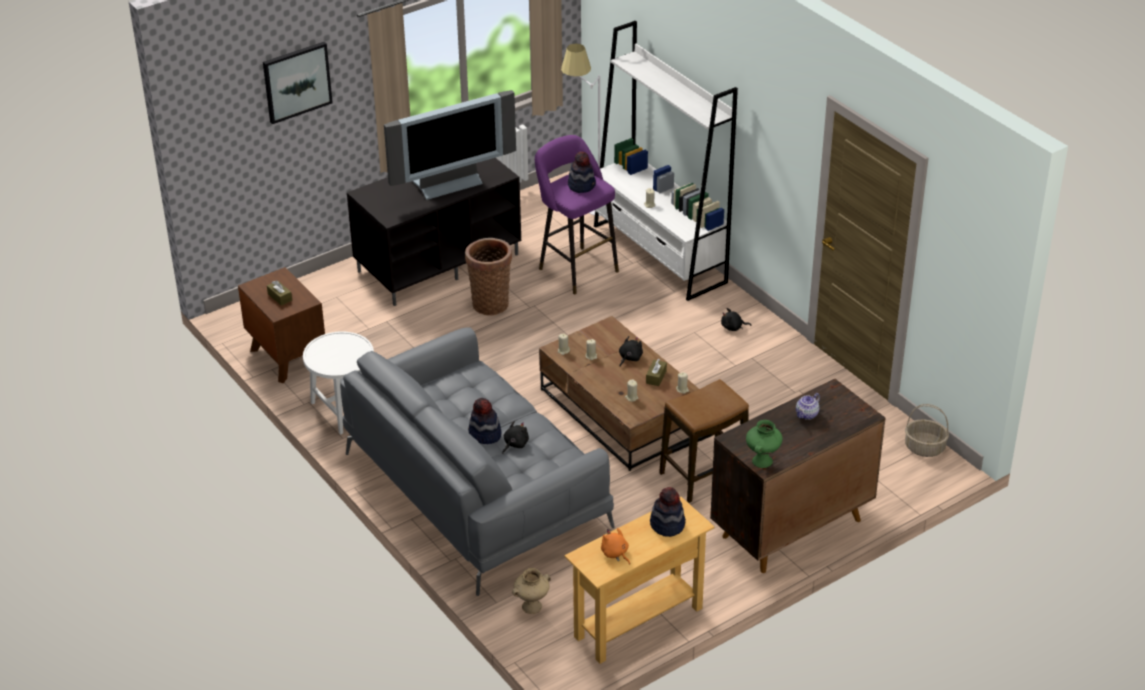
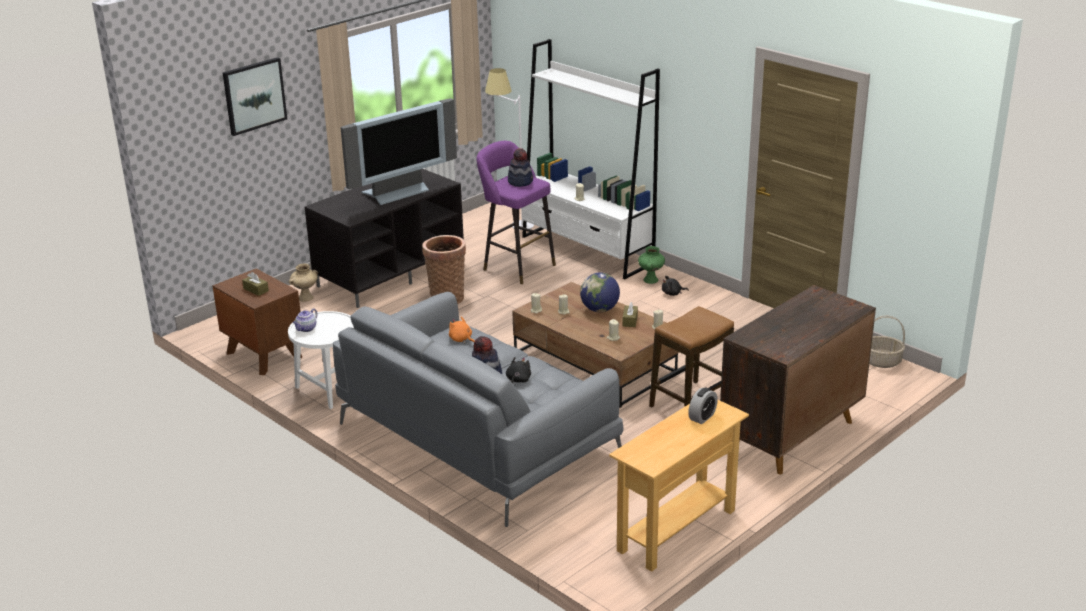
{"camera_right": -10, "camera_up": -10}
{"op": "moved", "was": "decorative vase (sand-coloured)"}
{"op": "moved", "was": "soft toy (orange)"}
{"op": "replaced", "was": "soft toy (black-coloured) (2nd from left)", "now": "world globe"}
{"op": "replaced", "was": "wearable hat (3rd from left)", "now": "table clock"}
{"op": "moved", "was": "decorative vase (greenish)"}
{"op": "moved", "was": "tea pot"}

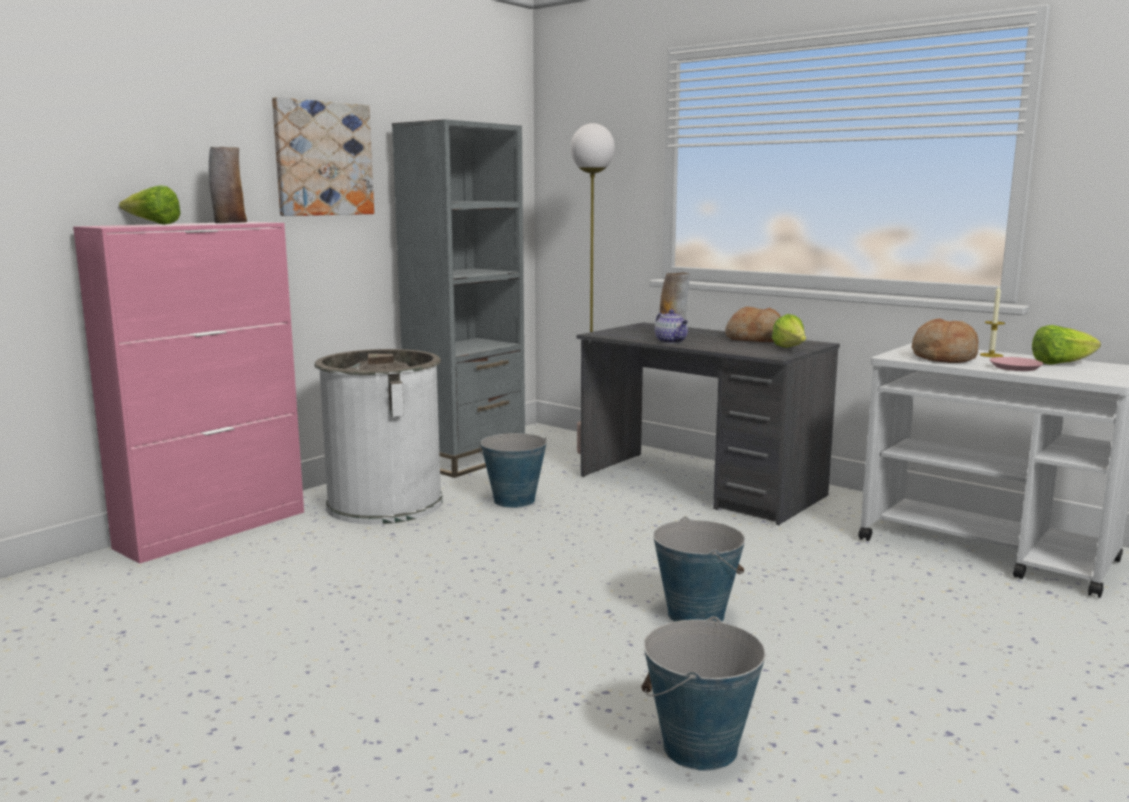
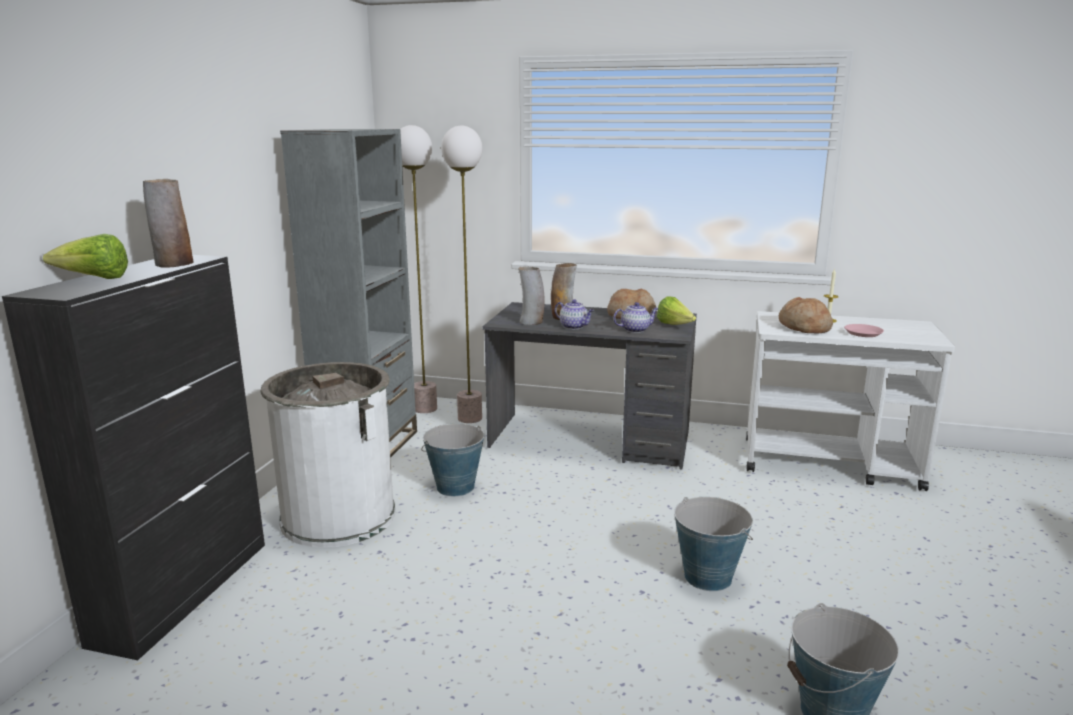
{"camera_right": -25, "camera_up": 5}
{"op": "recoloured", "was": "storage cabinet (pinkish)", "now": "storage cabinet (black-coloured)"}
{"op": "removed", "was": "wall art"}
{"op": "removed", "was": "lettuce head (3rd from left)"}
{"op": "added", "now": "floor lamp (1st from left)"}
{"op": "added", "now": "decorative vase (2nd from left)"}
{"op": "added", "now": "tea pot (2nd from left)"}

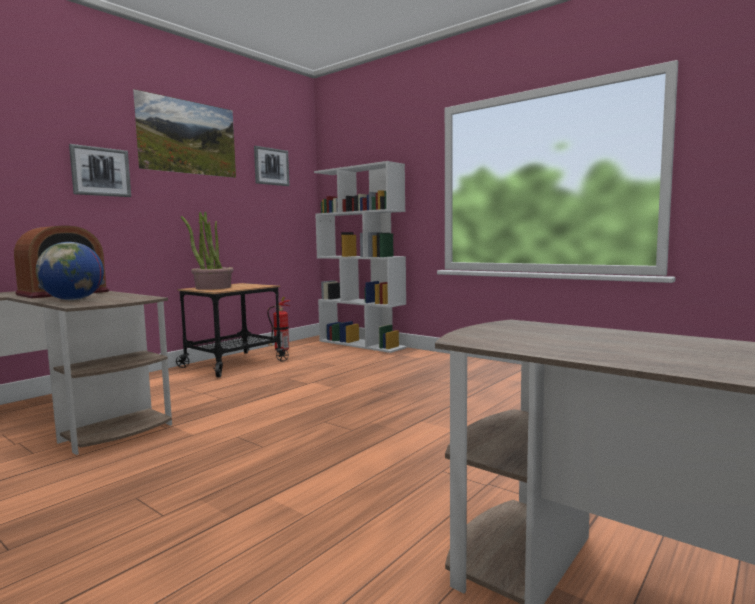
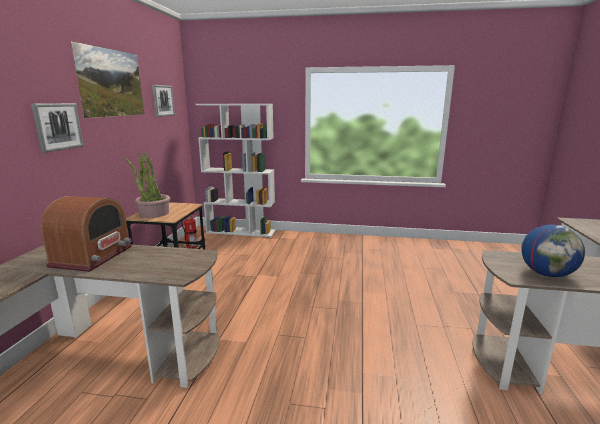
{"camera_right": -30, "camera_up": 10}
{"op": "moved", "was": "world globe"}

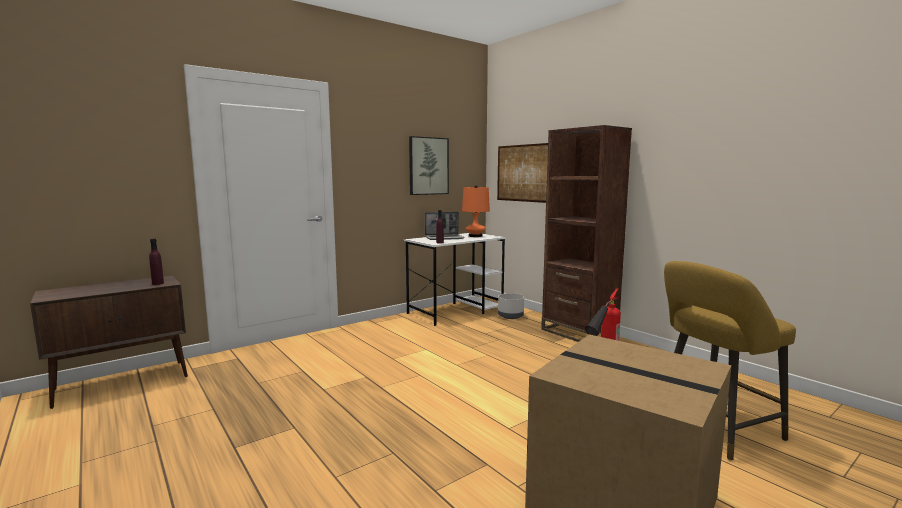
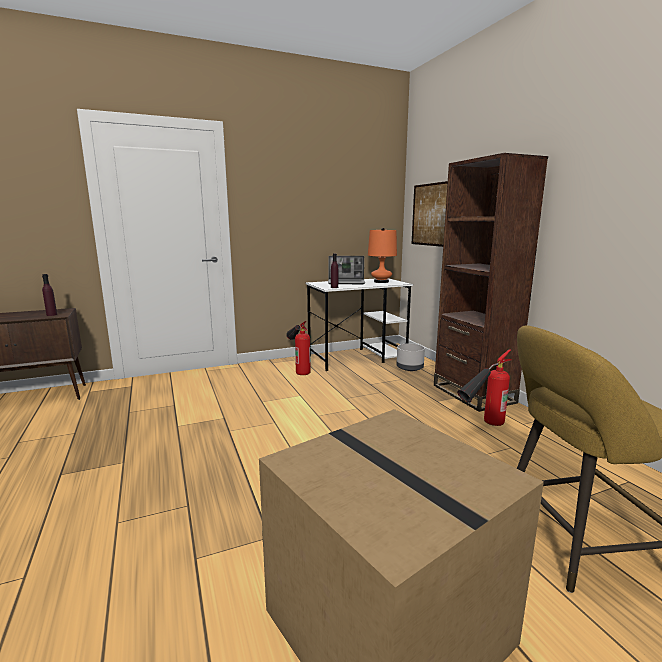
{"camera_right": 15, "camera_up": 5}
{"op": "removed", "was": "wall art (1st from left)"}
{"op": "added", "now": "fire-fighting cylinder (1st from left)"}

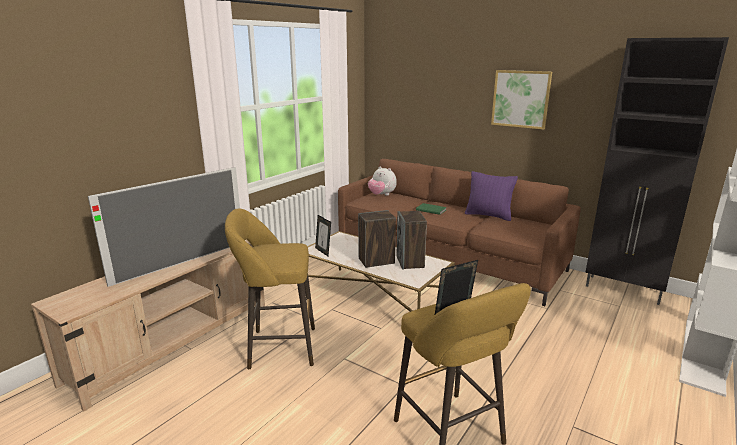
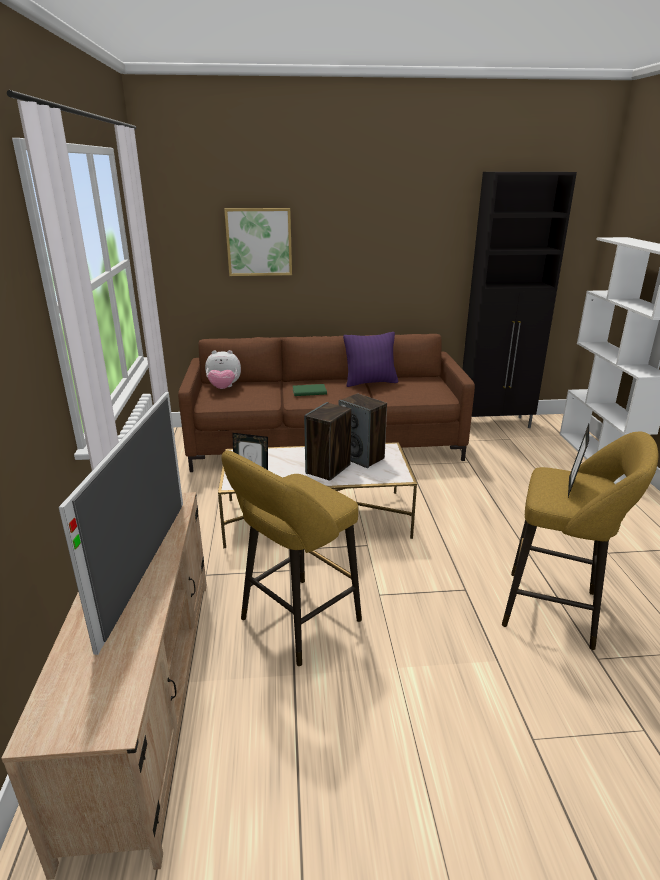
{"camera_right": -40, "camera_up": 5}
{"op": "moved", "was": "wall art"}

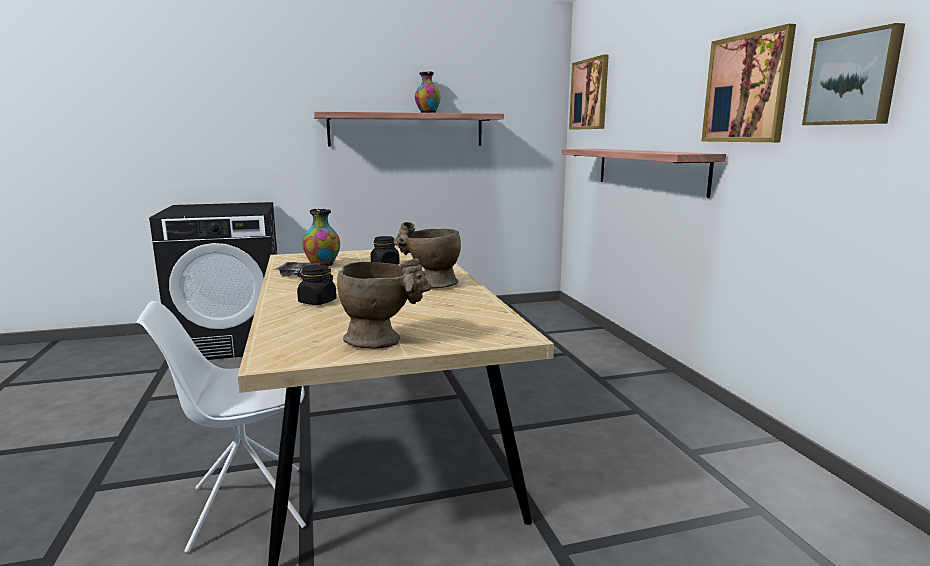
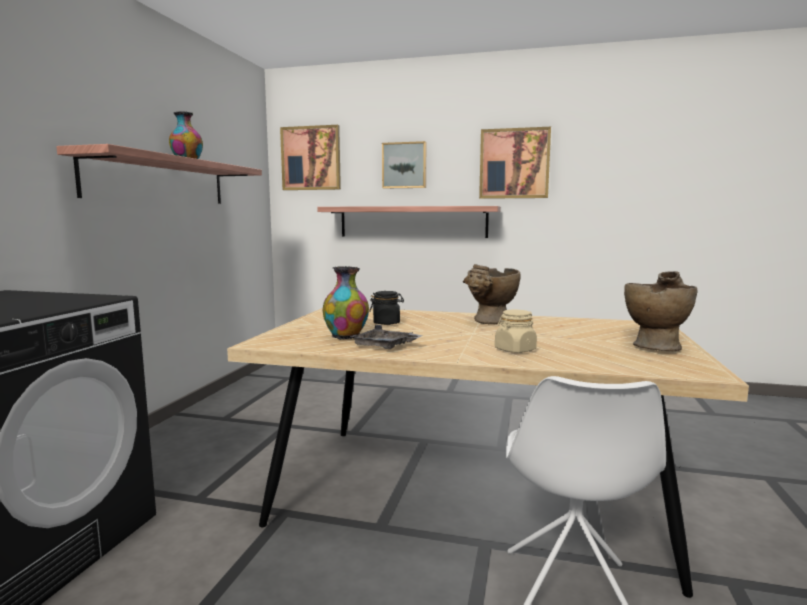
{"camera_right": -60, "camera_up": -5}
{"op": "recoloured", "was": "preserve jar (black-coloured) (1st from left)", "now": "preserve jar (sand-coloured)"}
{"op": "moved", "was": "wall art (3rd from left in the first image)", "now": "wall art (2nd from left)"}

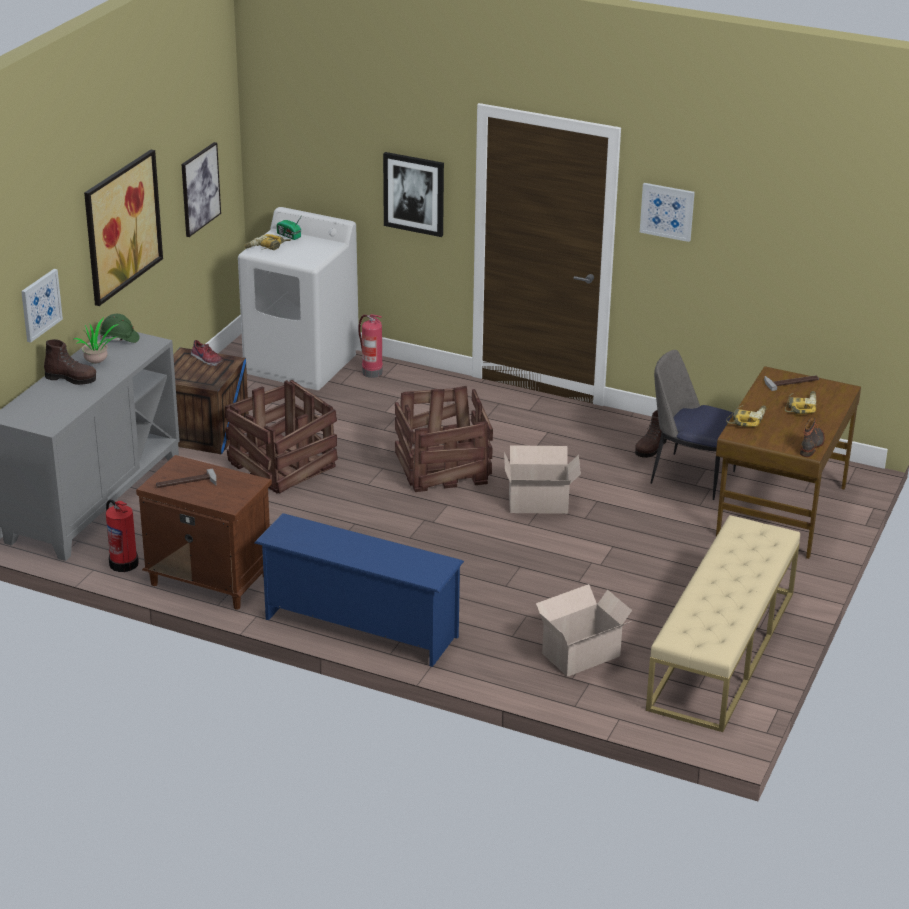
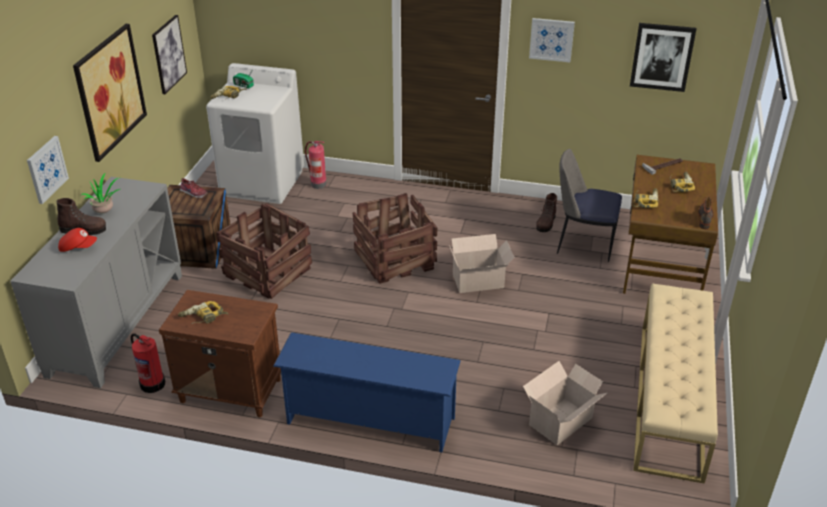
{"camera_right": -10, "camera_up": 5}
{"op": "removed", "was": "work helmet (greenish)"}
{"op": "replaced", "was": "tool hammer (1st from left)", "now": "electric drill (1st from left)"}
{"op": "moved", "was": "wall art (4th from left in the first image)", "now": "wall art (5th from left)"}
{"op": "added", "now": "cap (red)"}

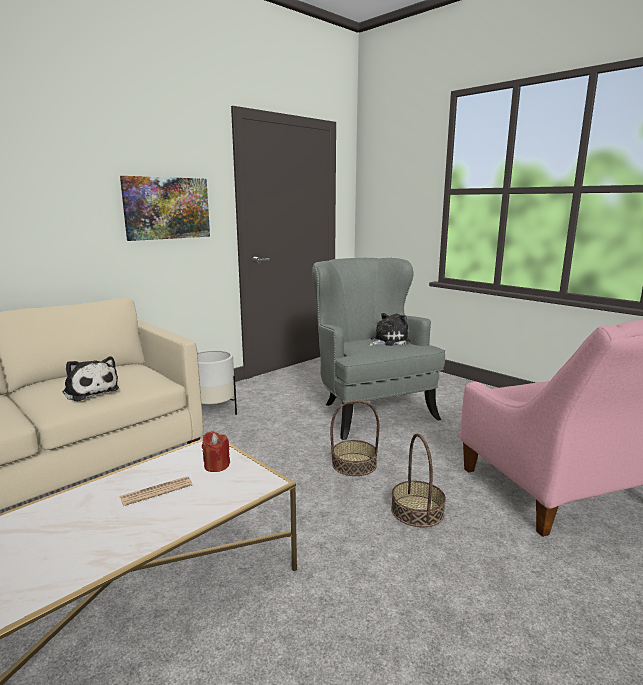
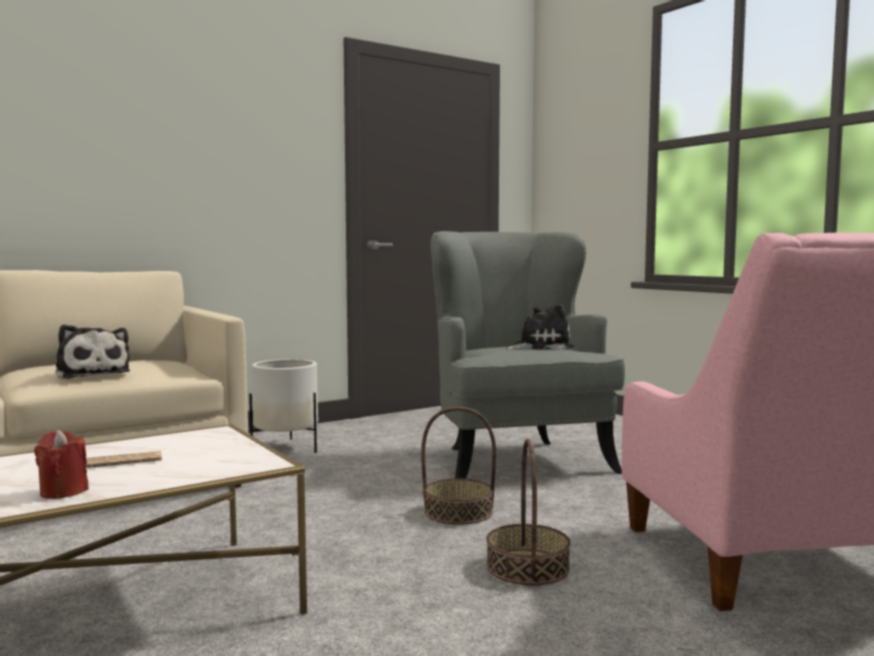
{"camera_right": 10, "camera_up": -10}
{"op": "removed", "was": "wall art"}
{"op": "moved", "was": "wax candle (red)"}

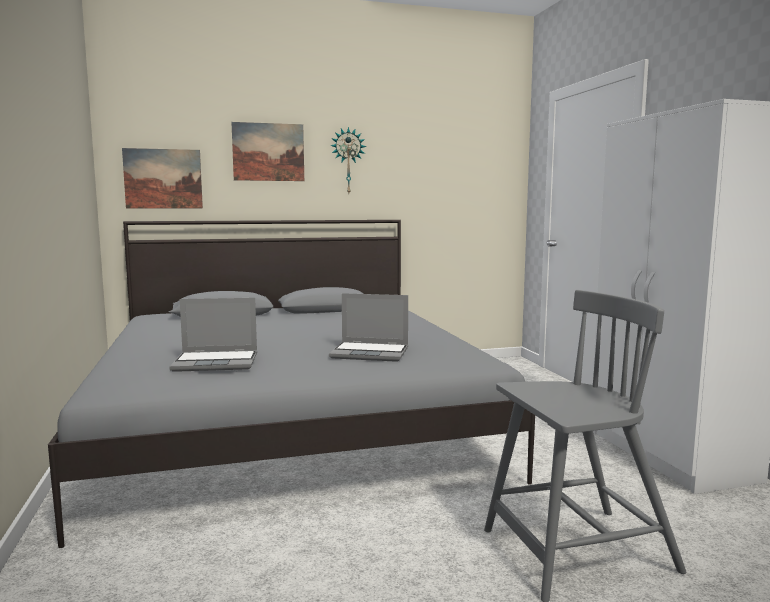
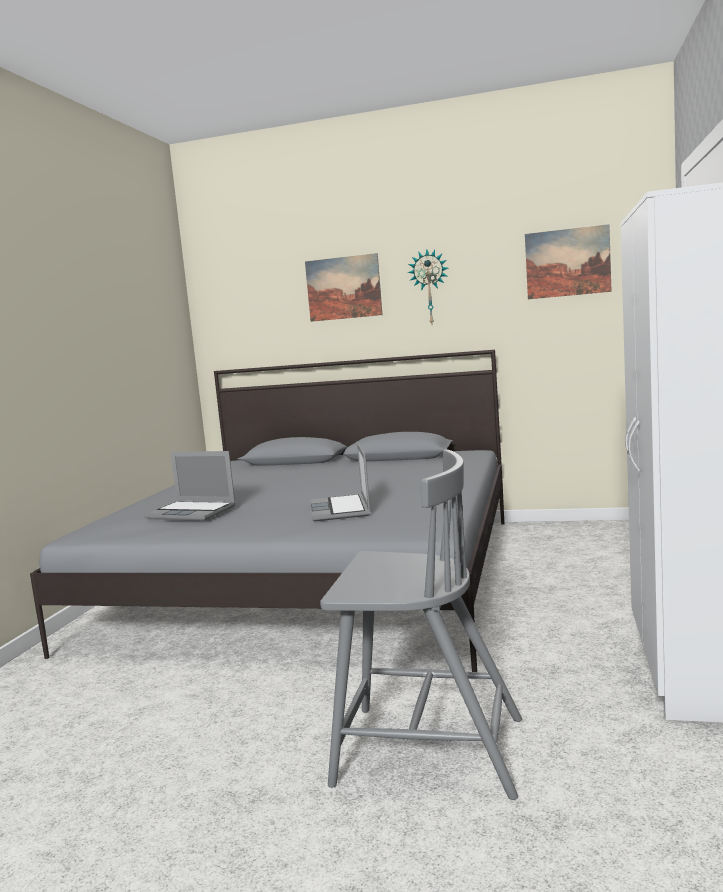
{"camera_right": 30, "camera_up": 0}
{"op": "moved", "was": "wall art (1st from left in the first image)", "now": "wall art (2nd from left)"}
{"op": "turned", "was": "notebook computer (2nd from left)", "clockwise": 45}

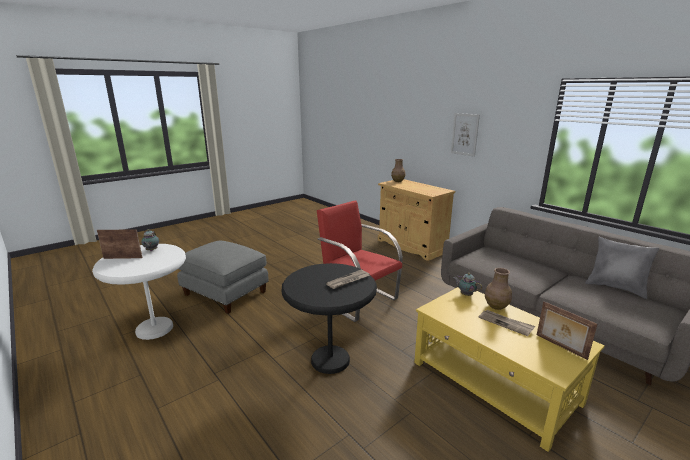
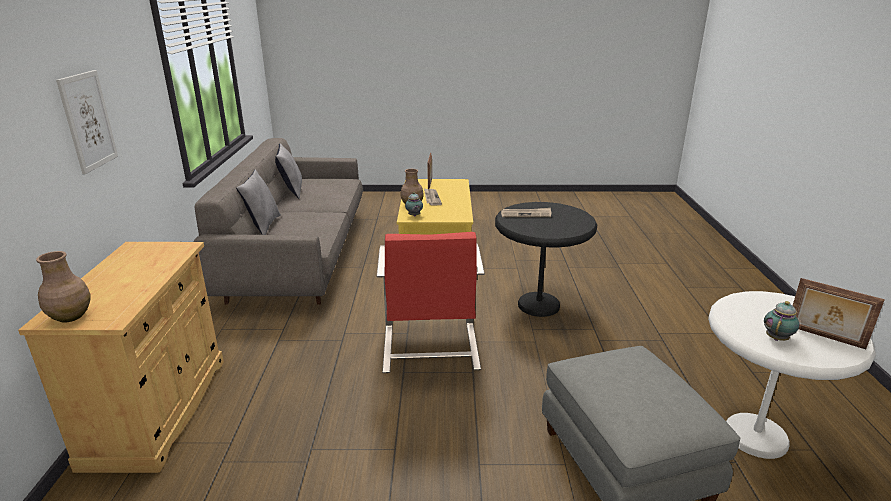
{"camera_right": -140, "camera_up": 5}
{"op": "added", "now": "cushion (greyish) (1st from left)"}

